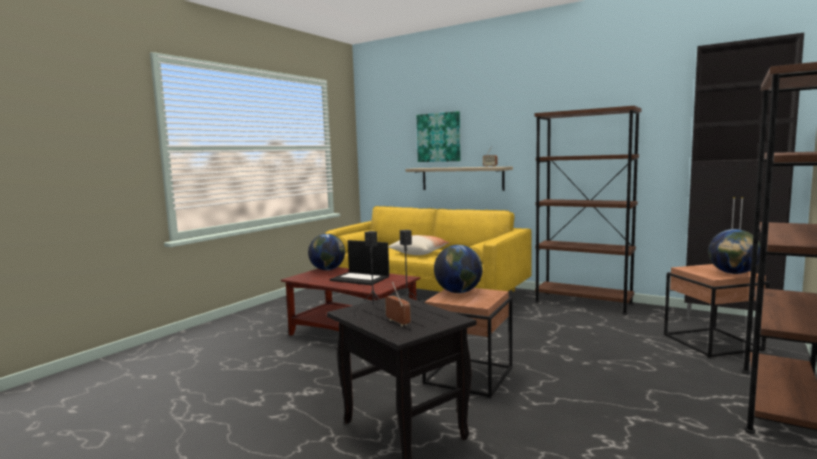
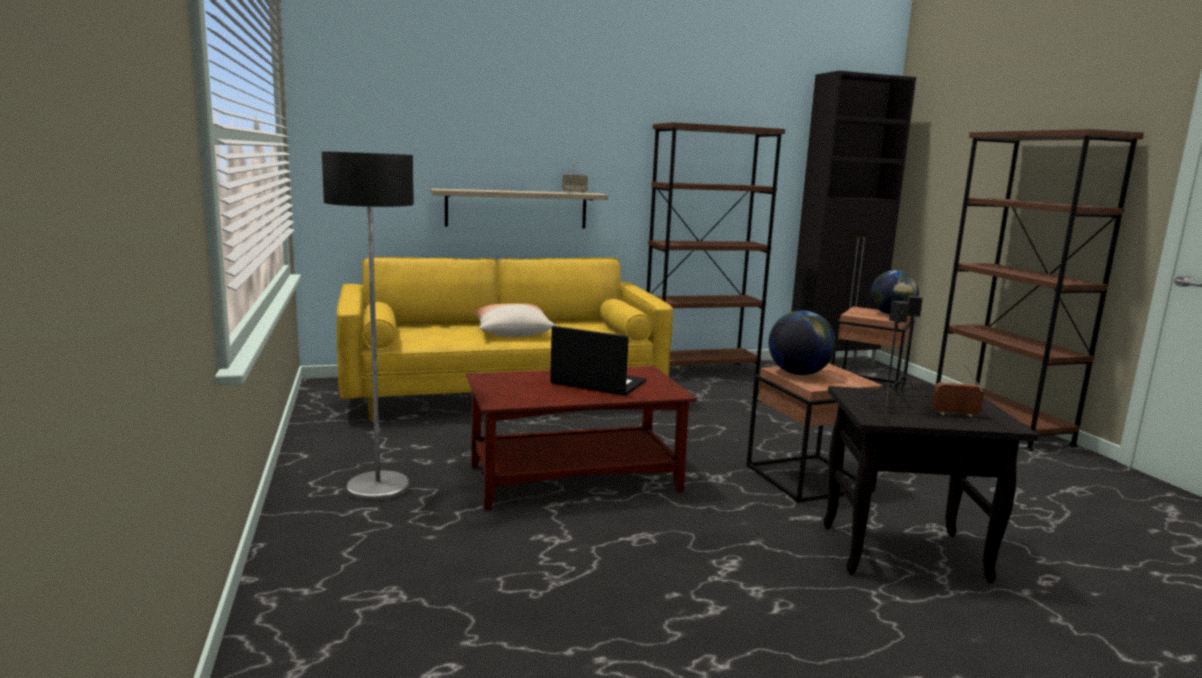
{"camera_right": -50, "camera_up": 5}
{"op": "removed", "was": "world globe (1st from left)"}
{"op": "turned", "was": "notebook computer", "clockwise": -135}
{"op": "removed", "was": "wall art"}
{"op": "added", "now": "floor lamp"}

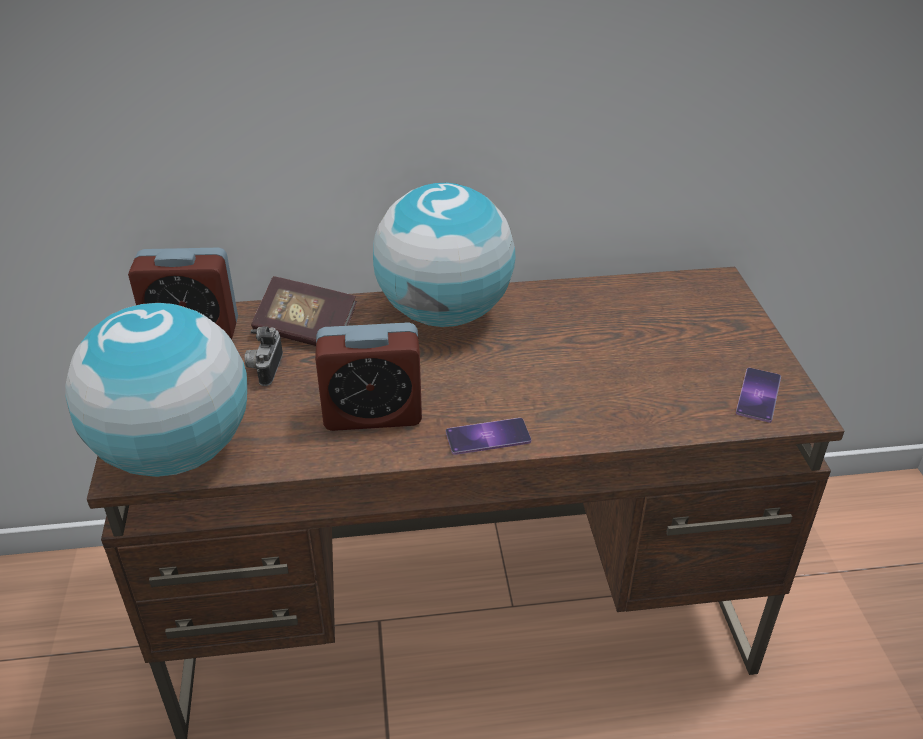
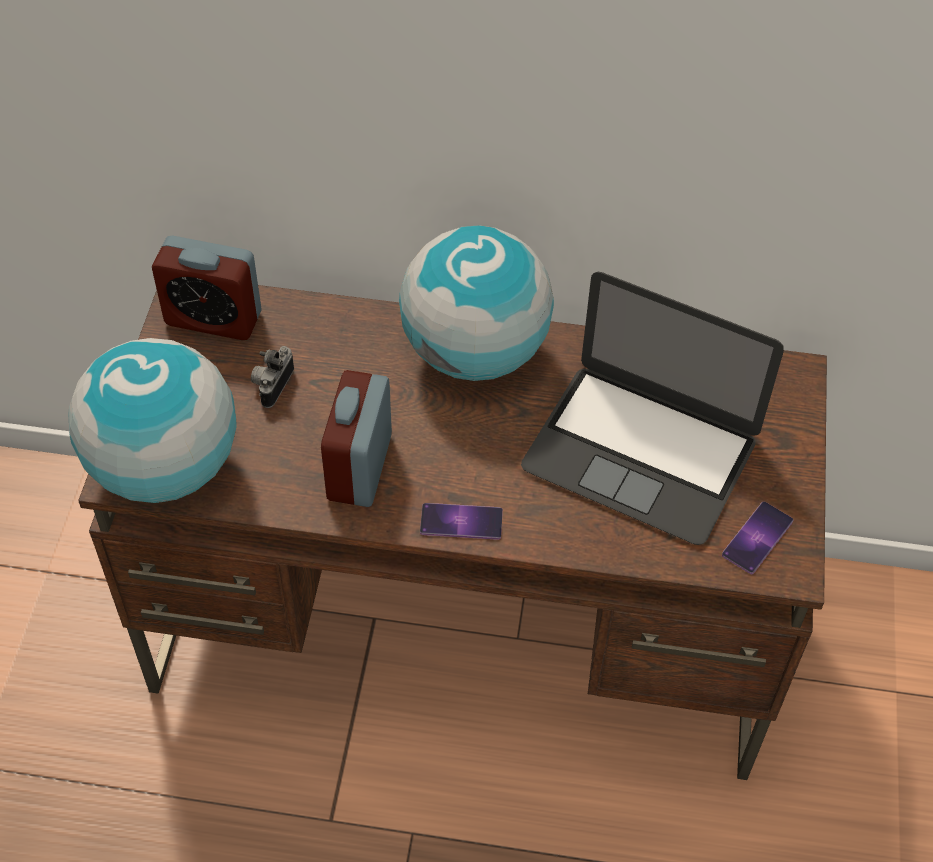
{"camera_right": 15, "camera_up": 15}
{"op": "removed", "was": "bound book"}
{"op": "turned", "was": "table clock (2nd from left)", "clockwise": 90}
{"op": "added", "now": "notebook computer"}

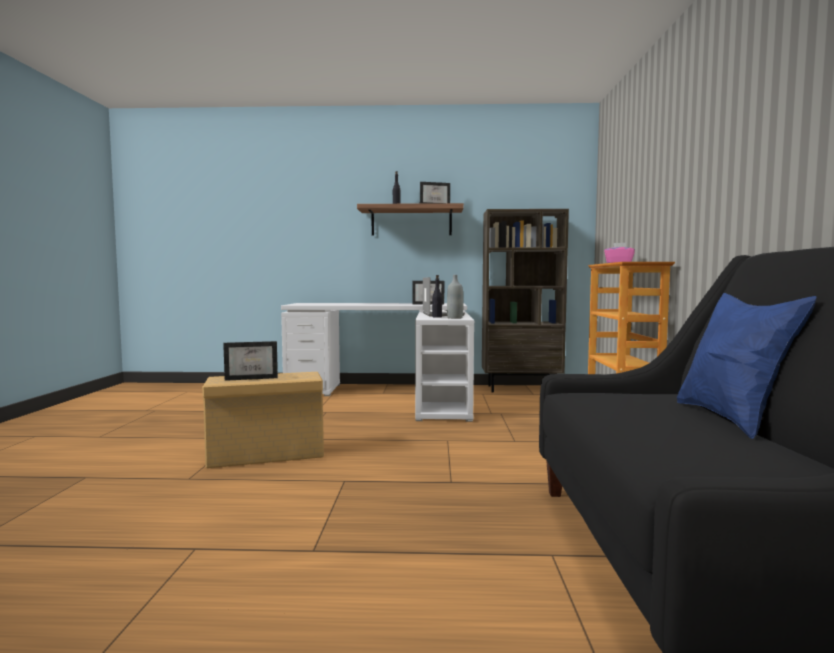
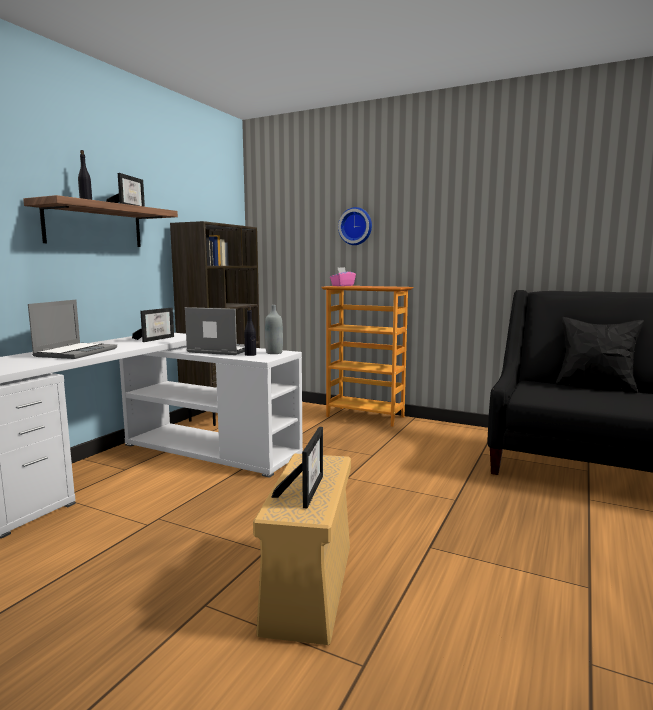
{"camera_right": -65, "camera_up": 5}
{"op": "recoloured", "was": "cushion (blue-coloured)", "now": "cushion (black-coloured)"}
{"op": "added", "now": "notebook computer (1st from left)"}
{"op": "added", "now": "clock on the wall"}

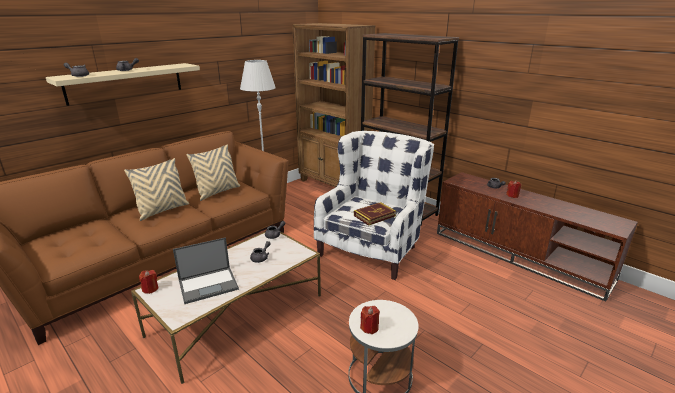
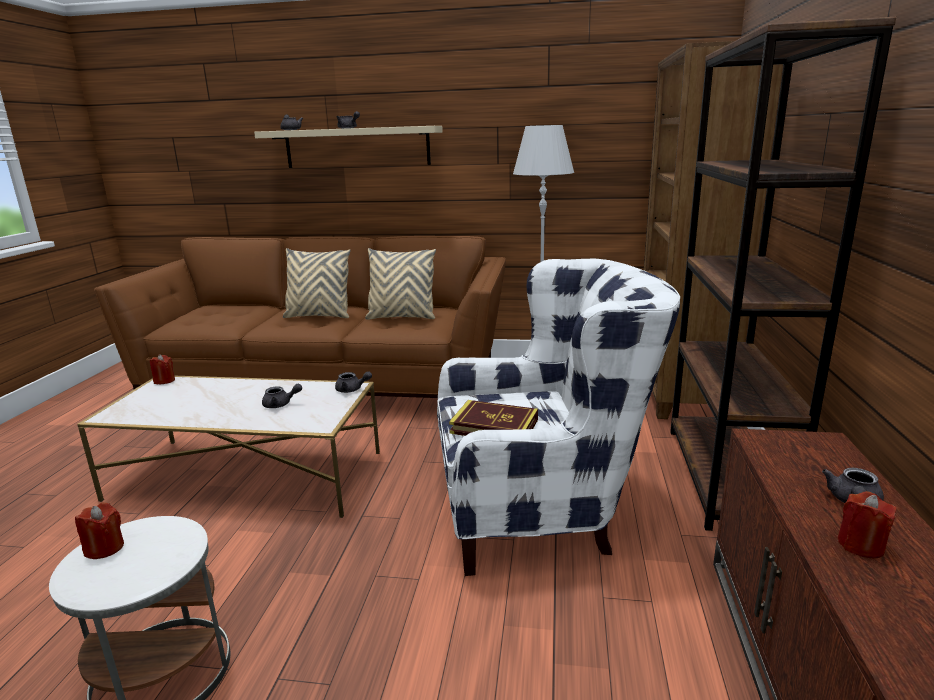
{"camera_right": 55, "camera_up": -5}
{"op": "removed", "was": "notebook computer"}

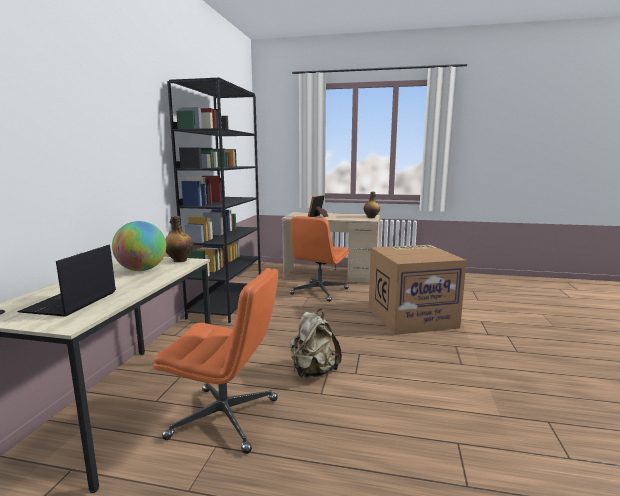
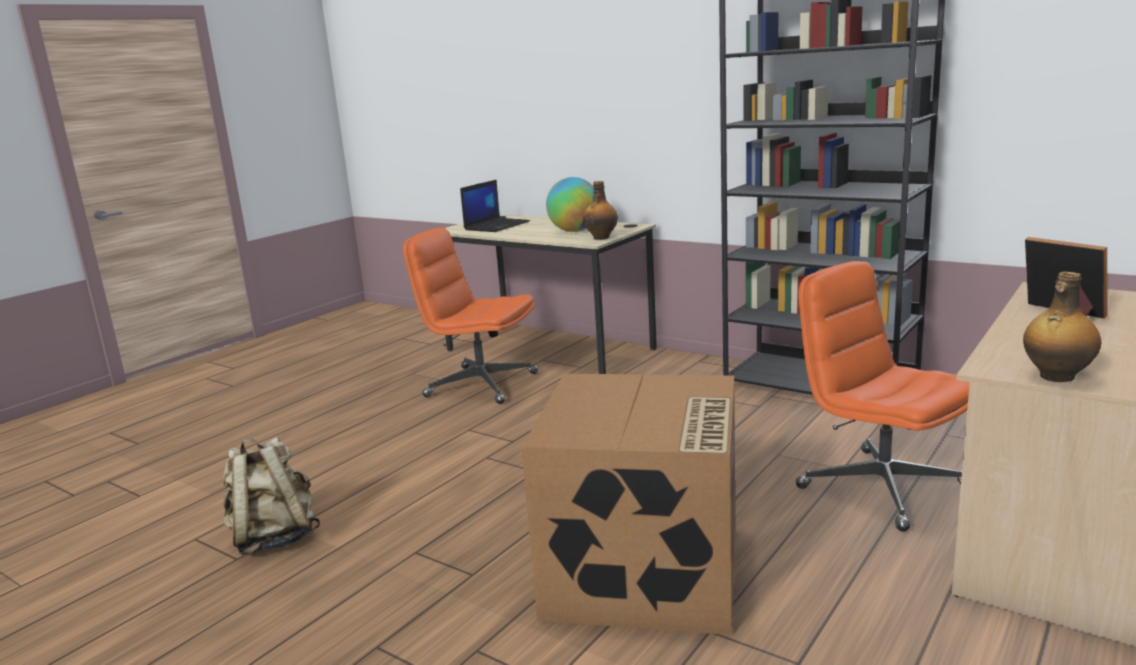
{"camera_right": 115, "camera_up": 5}
{"op": "turned", "was": "notebook computer", "clockwise": 90}
{"op": "turned", "was": "computer chair (orange) (1st from left)", "clockwise": 75}
{"op": "moved", "was": "backpack (sand-coloured)"}

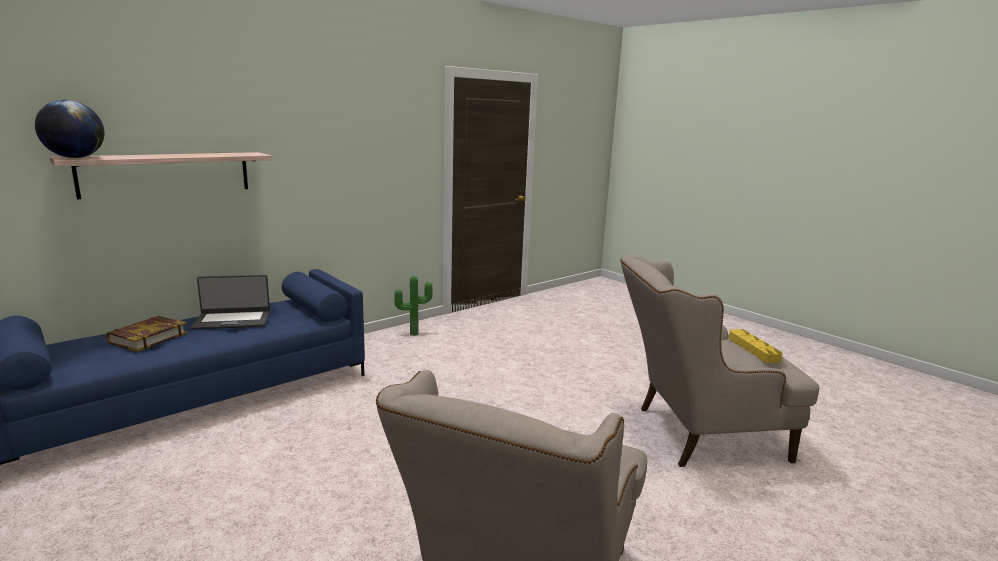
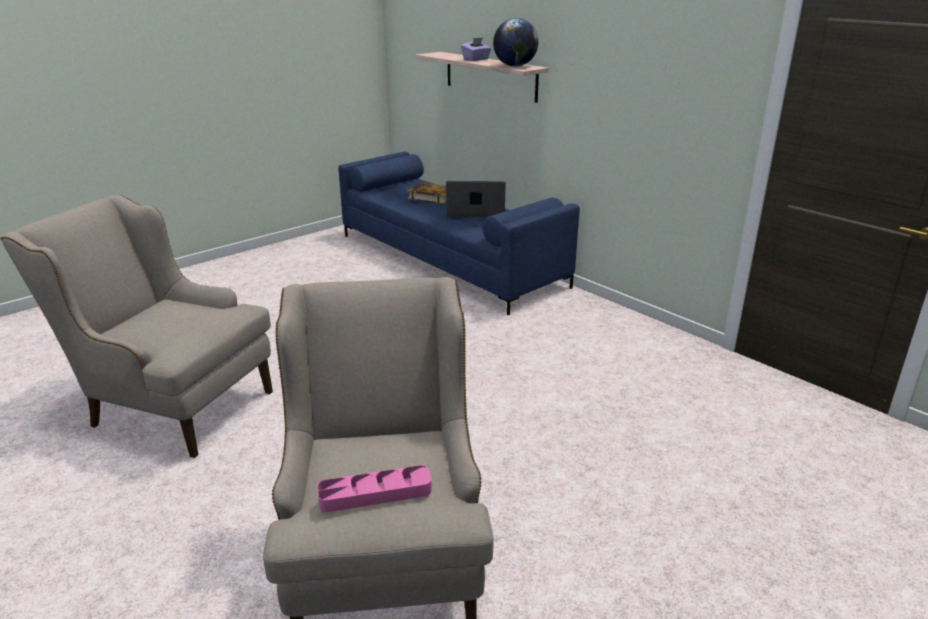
{"camera_right": 90, "camera_up": 10}
{"op": "moved", "was": "world globe"}
{"op": "turned", "was": "notebook computer", "clockwise": 105}
{"op": "removed", "was": "plant in a pot"}
{"op": "recoloured", "was": "carrying tray (yellowish)", "now": "carrying tray (pinkish)"}
{"op": "added", "now": "tissue holder (purple-coloured)"}

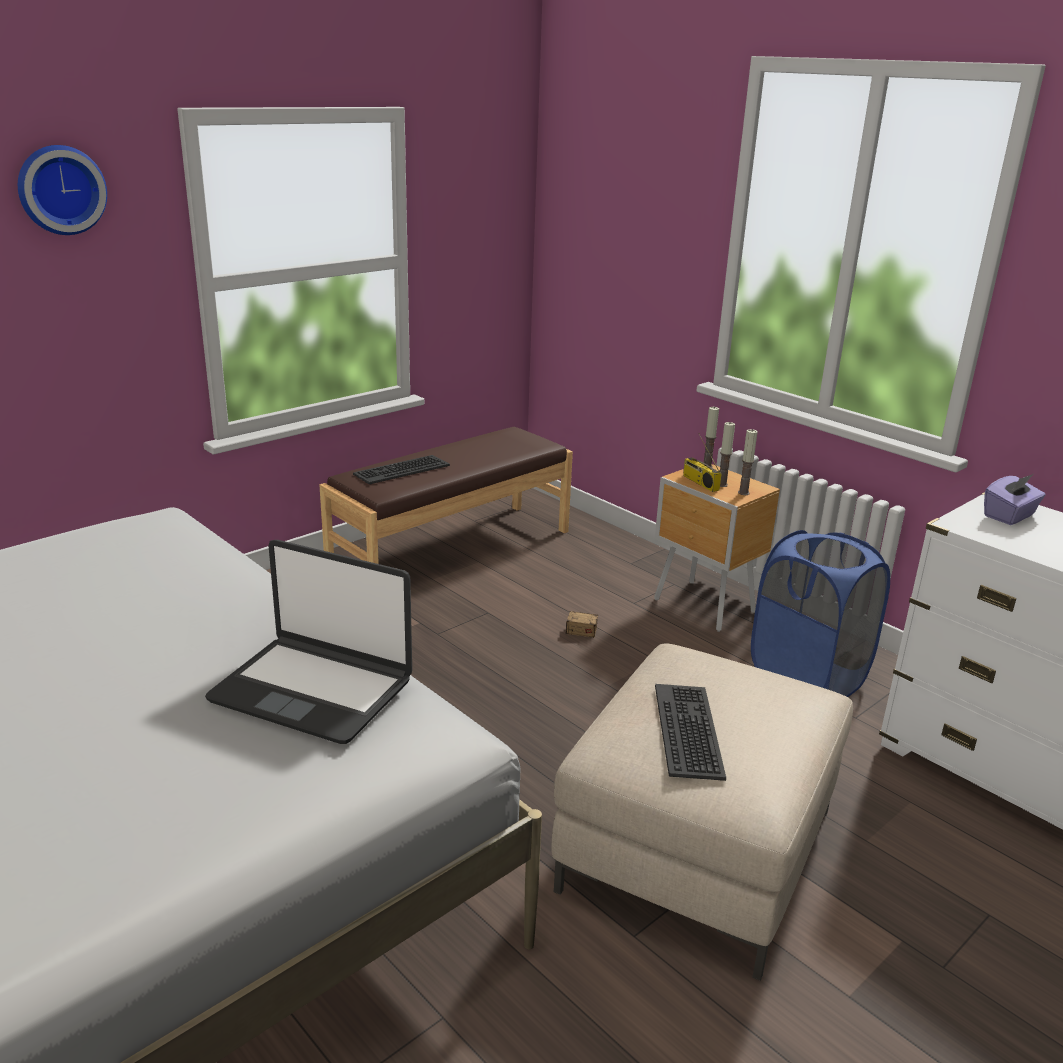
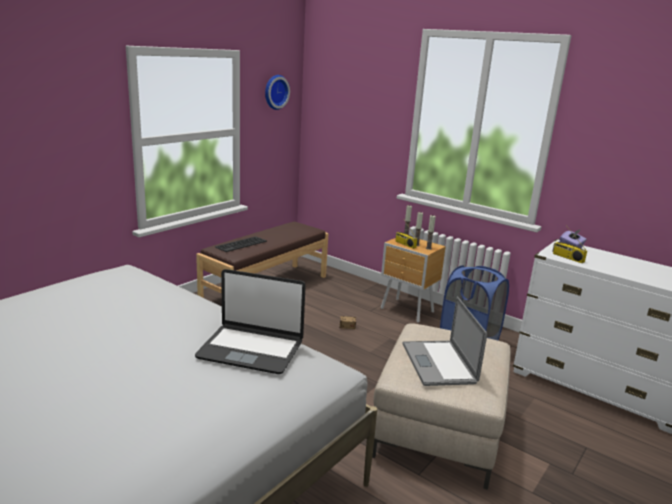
{"camera_right": -10, "camera_up": -5}
{"op": "moved", "was": "clock on the wall"}
{"op": "replaced", "was": "PC keyboard (2nd from left)", "now": "notebook computer (2nd from left)"}
{"op": "added", "now": "radio (2nd from left)"}

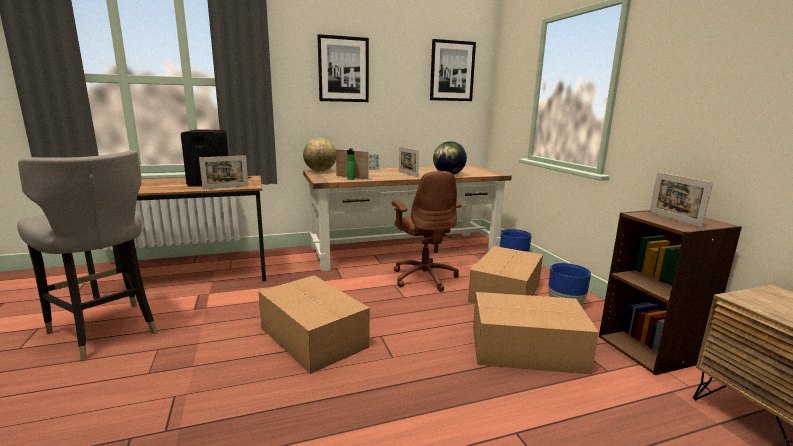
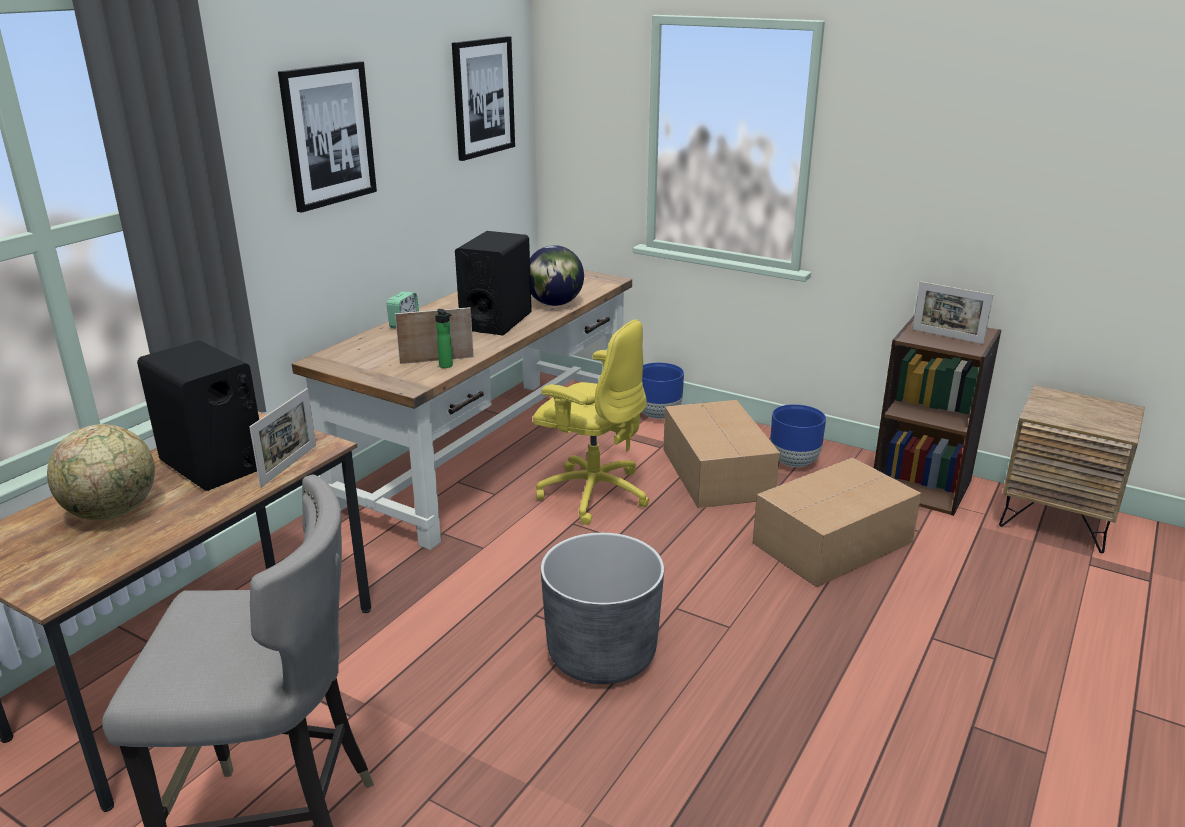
{"camera_right": -40, "camera_up": 10}
{"op": "replaced", "was": "cardboard box (1st from left)", "now": "plant pot (greyish)"}
{"op": "moved", "was": "world globe (1st from left)"}
{"op": "recoloured", "was": "computer chair (brown)", "now": "computer chair (yellowish)"}
{"op": "replaced", "was": "photo frame (3rd from left)", "now": "audio speaker (black-coloured) (2nd from left)"}

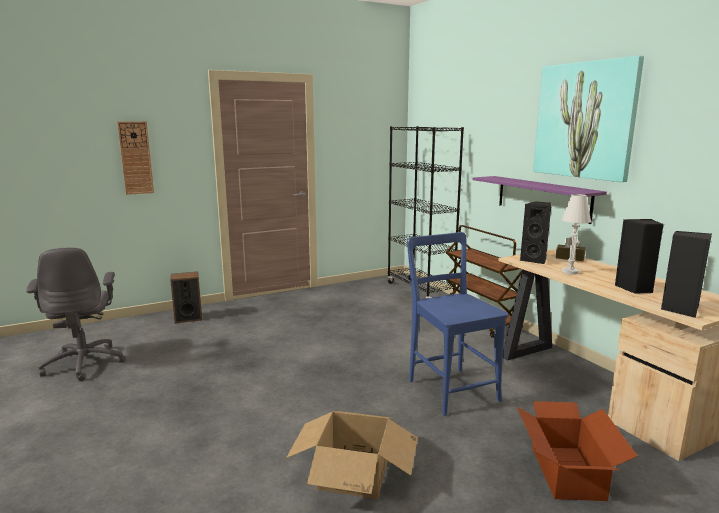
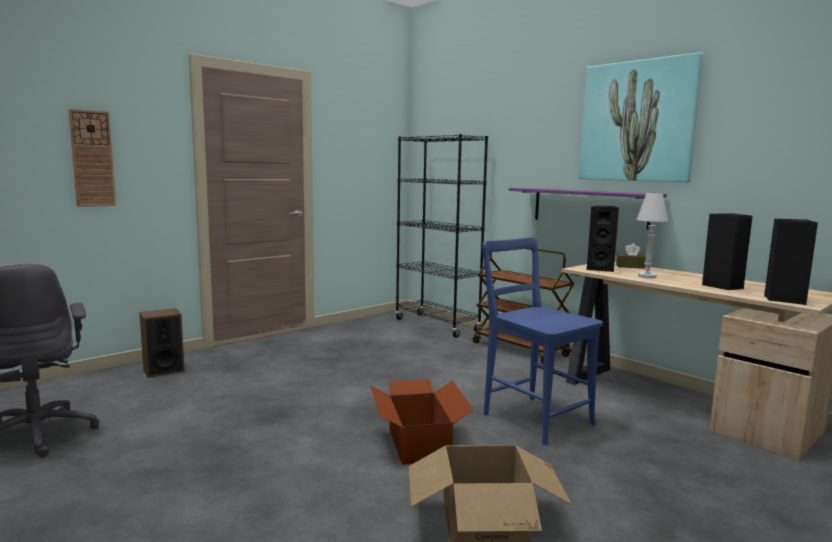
{"camera_right": -15, "camera_up": -5}
{"op": "moved", "was": "cardboard box (2nd from left in the first image)", "now": "cardboard box (1st from left)"}

